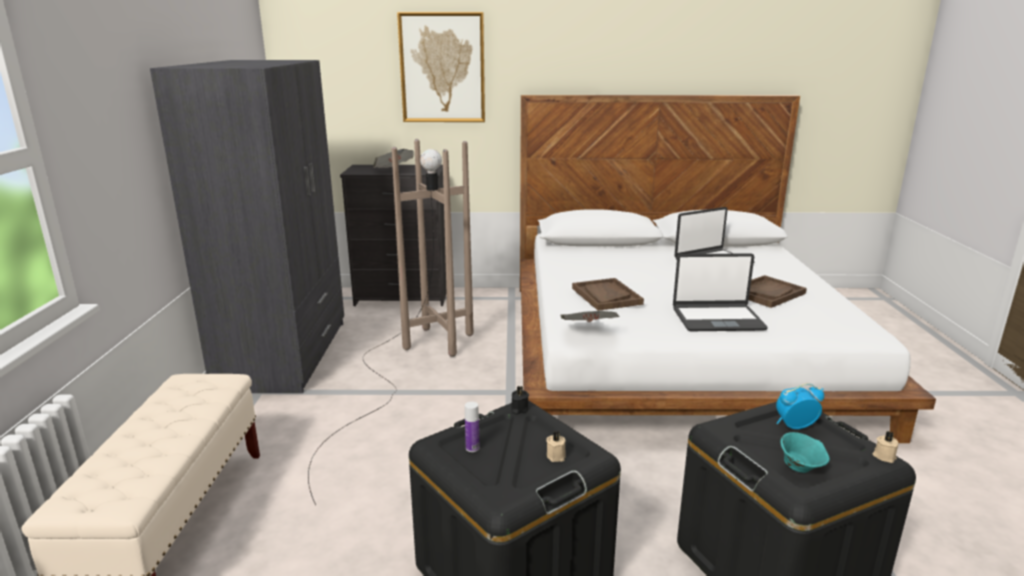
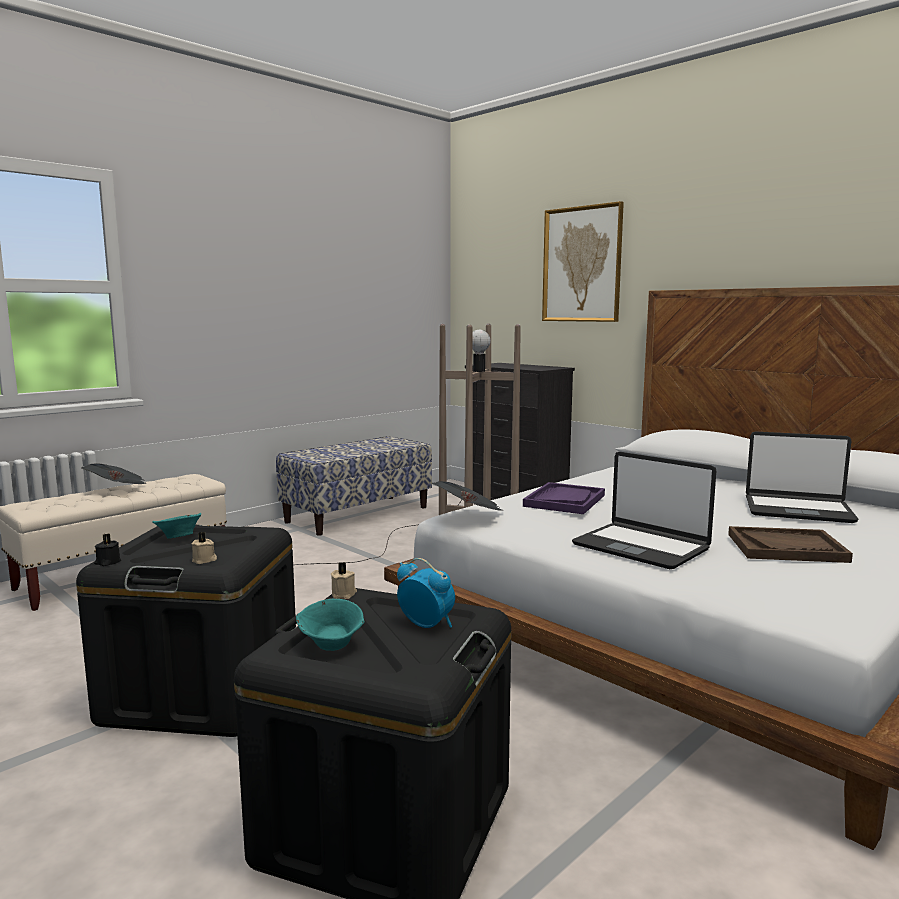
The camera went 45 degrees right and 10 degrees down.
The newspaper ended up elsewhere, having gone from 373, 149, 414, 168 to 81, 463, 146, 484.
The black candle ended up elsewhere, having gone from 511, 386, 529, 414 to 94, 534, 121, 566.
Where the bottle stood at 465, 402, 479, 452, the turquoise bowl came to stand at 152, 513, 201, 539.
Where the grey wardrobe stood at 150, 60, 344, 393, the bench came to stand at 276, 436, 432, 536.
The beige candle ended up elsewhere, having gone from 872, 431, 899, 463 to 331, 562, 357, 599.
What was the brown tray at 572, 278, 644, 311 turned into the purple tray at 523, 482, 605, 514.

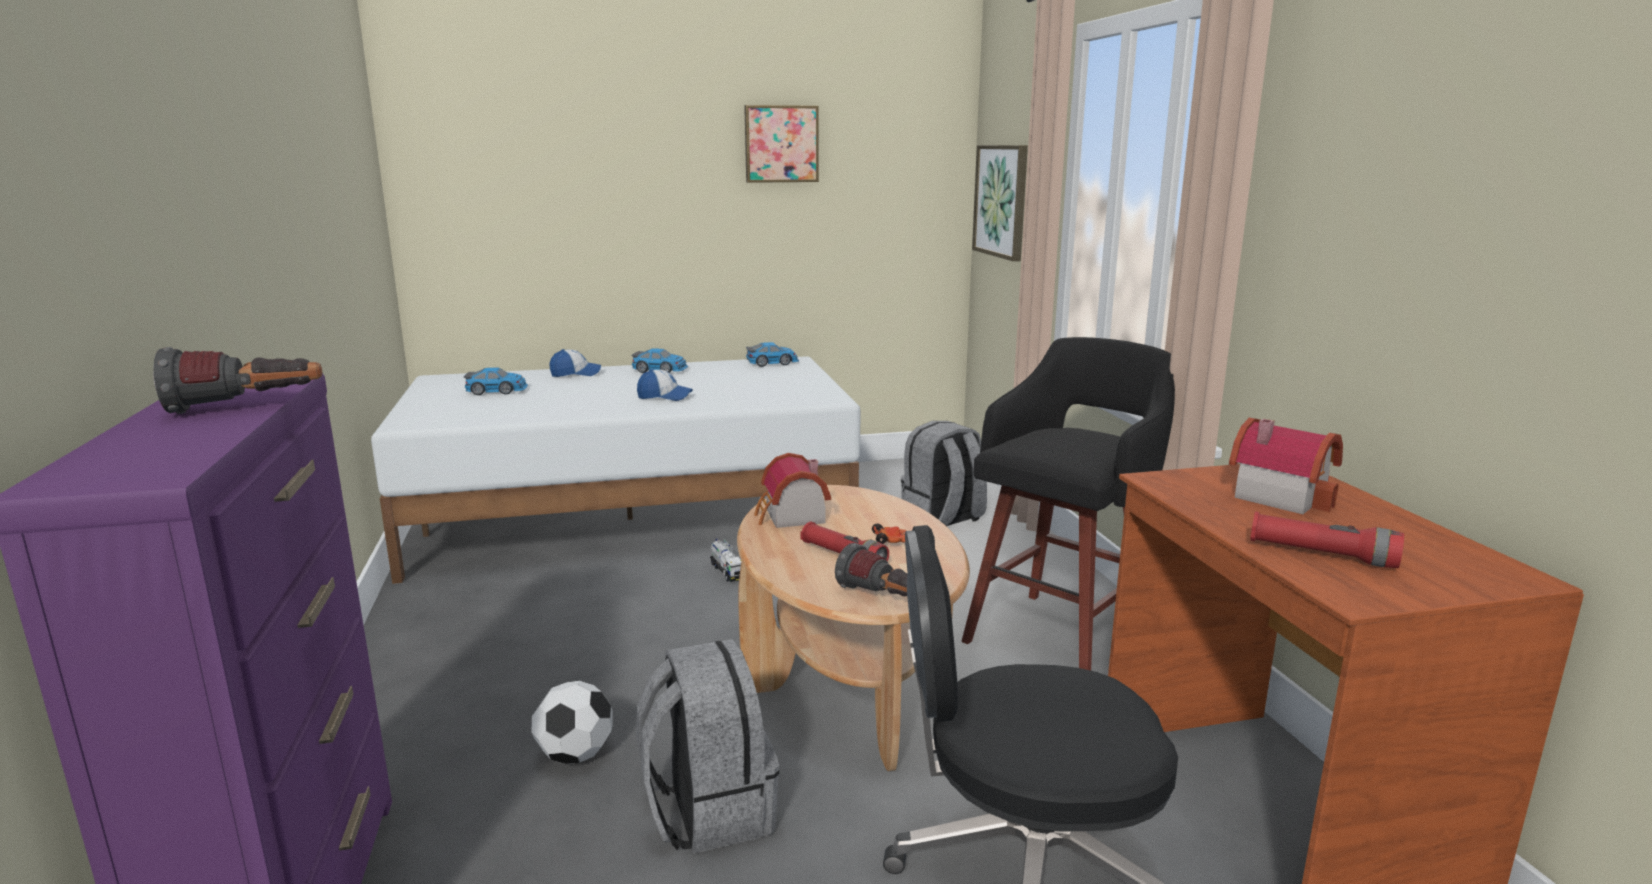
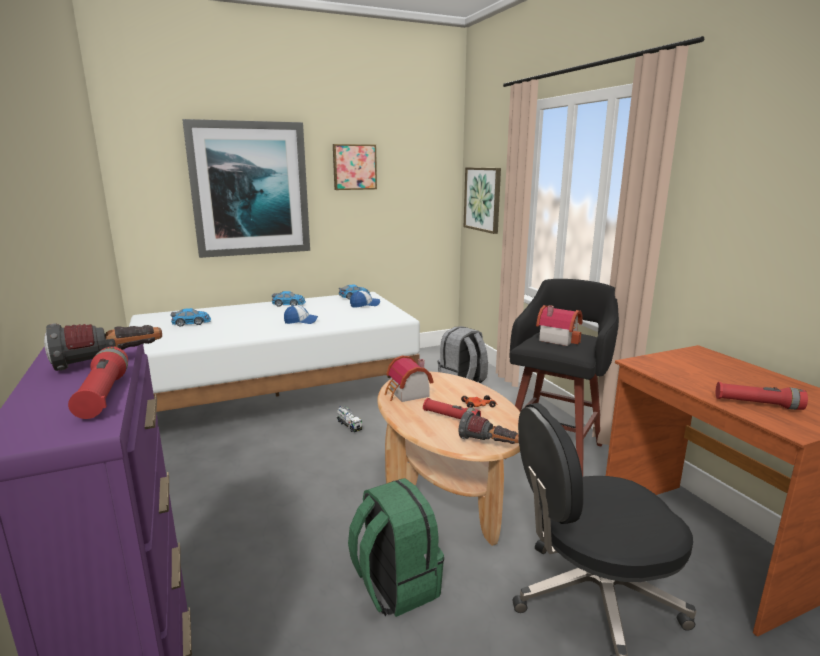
The camera went 10 degrees left and 0 degrees up.
The second view gained the red flashlight at 68, 347, 128, 419.
The second view gained the picture at 182, 119, 310, 258.
What was the grey backpack at 636, 639, 779, 854 turned into the green backpack at 348, 478, 444, 617.
The cap ended up elsewhere, having gone from 550, 349, 601, 377 to 350, 291, 380, 308.
The toy house ended up elsewhere, having gone from 1229, 418, 1343, 515 to 536, 305, 582, 346.
The second view lost the football at 532, 681, 613, 764.

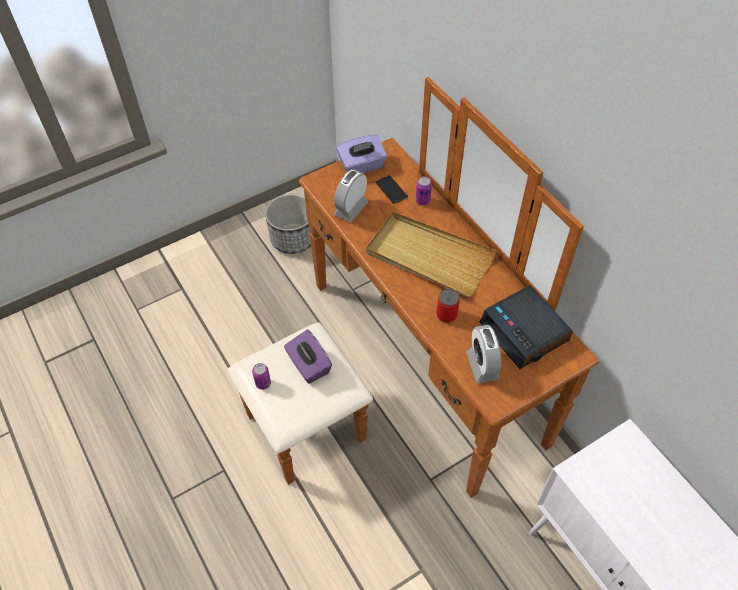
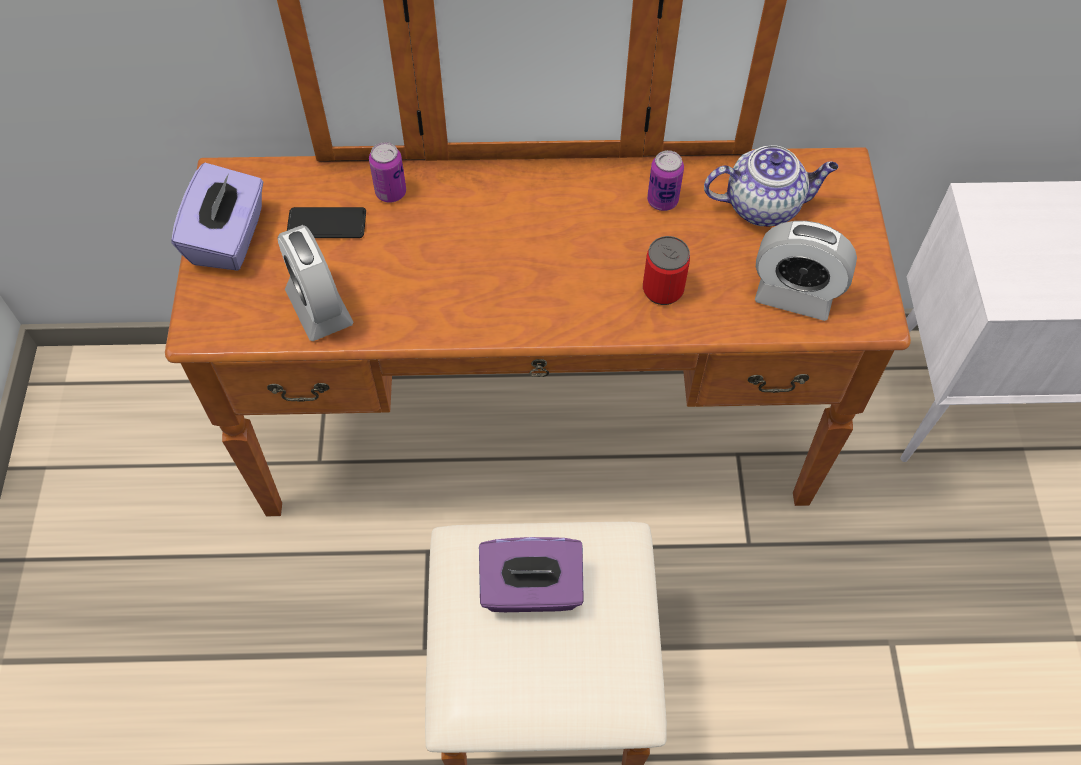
The camera went 60 degrees left and 5 degrees up.
The can ended up elsewhere, having gone from 252, 363, 271, 390 to 647, 150, 684, 211.
Where the alarm clock stood at 480, 285, 573, 369, the teapot came to stand at 704, 145, 838, 227.
The second view lost the planter at 265, 194, 311, 254.
The second view lost the beige tray at 366, 212, 497, 297.

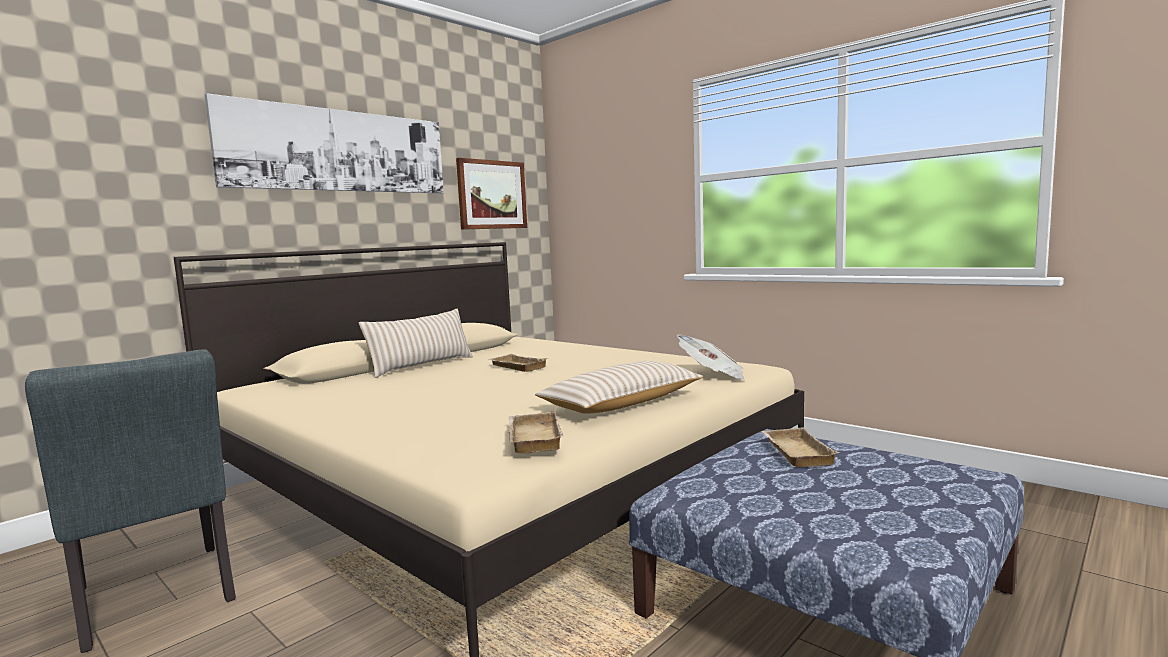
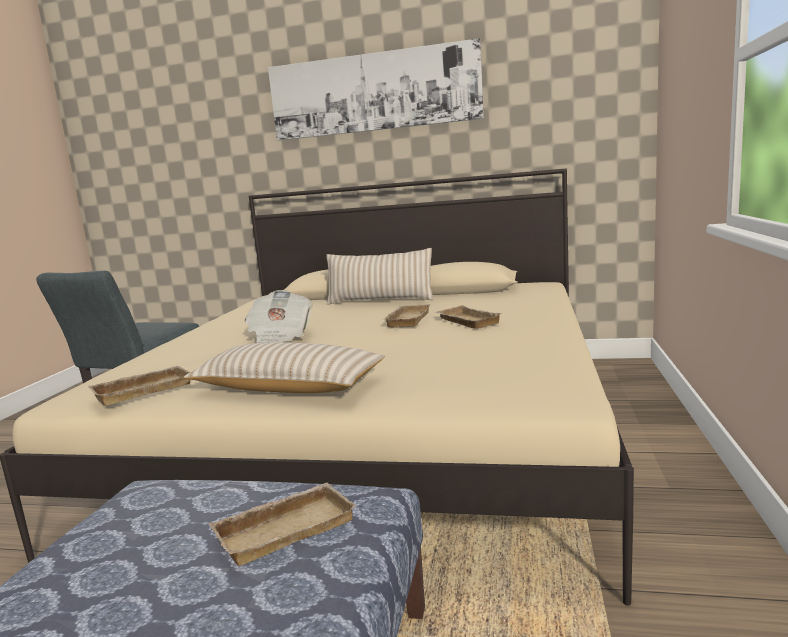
The camera went 60 degrees right and 5 degrees up.
The newspaper ended up elsewhere, having gone from 677, 334, 745, 380 to 244, 290, 313, 343.
The second view gained the beige tray at 435, 305, 502, 329.
The second view lost the picture at 456, 158, 527, 230.

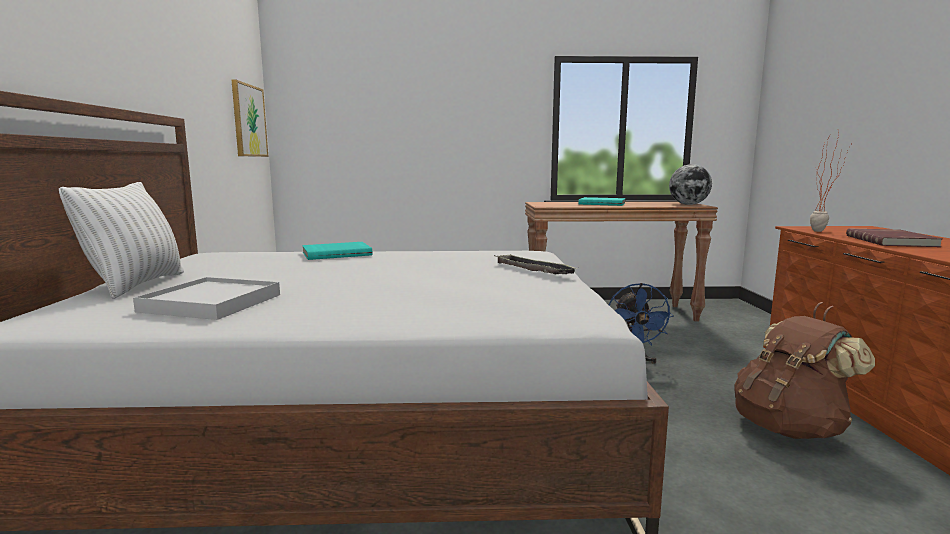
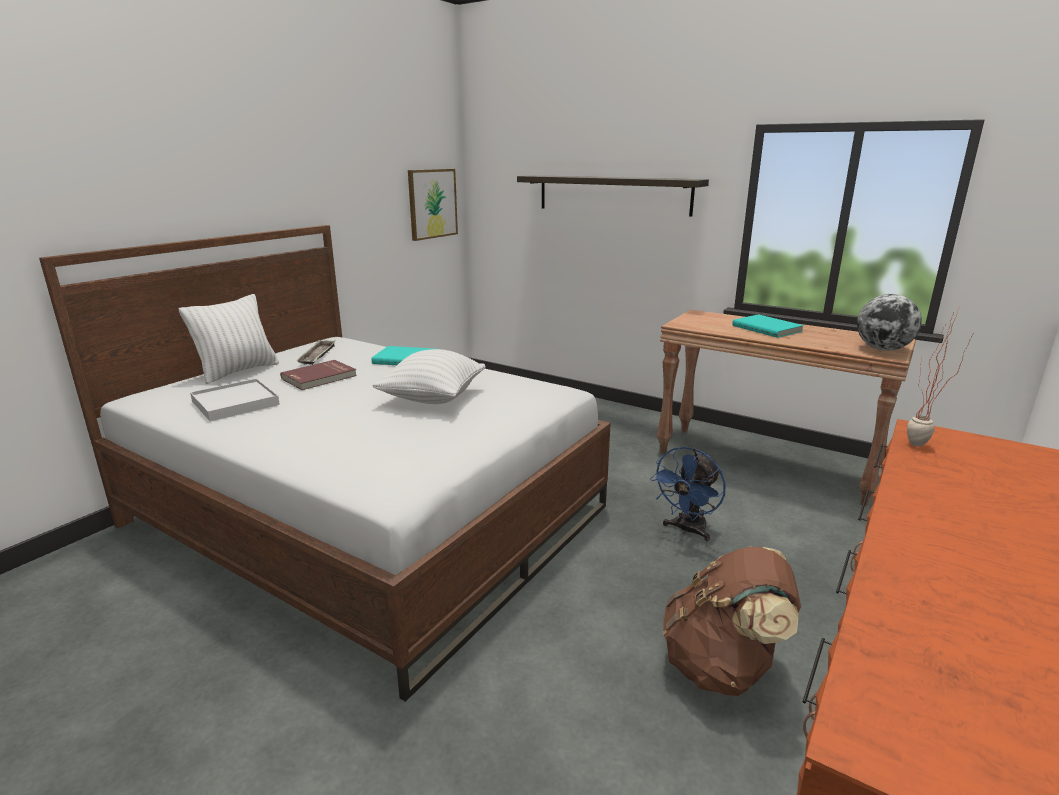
The camera went 35 degrees right and 10 degrees up.
The red book ended up elsewhere, having gone from 846, 229, 943, 247 to 280, 360, 357, 390.
The tray ended up elsewhere, having gone from 494, 254, 578, 274 to 297, 340, 336, 365.
The second view gained the white pillow at 372, 349, 486, 404.
The second view gained the shelf at 517, 175, 709, 217.

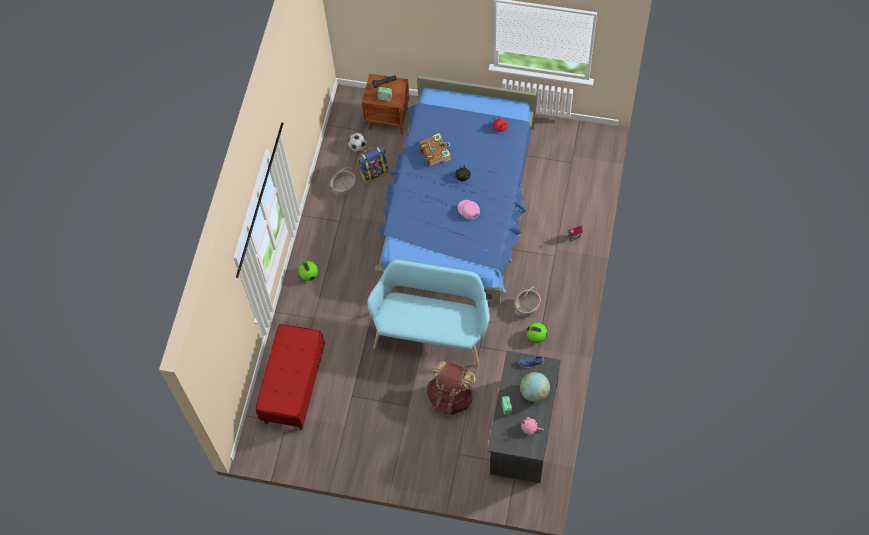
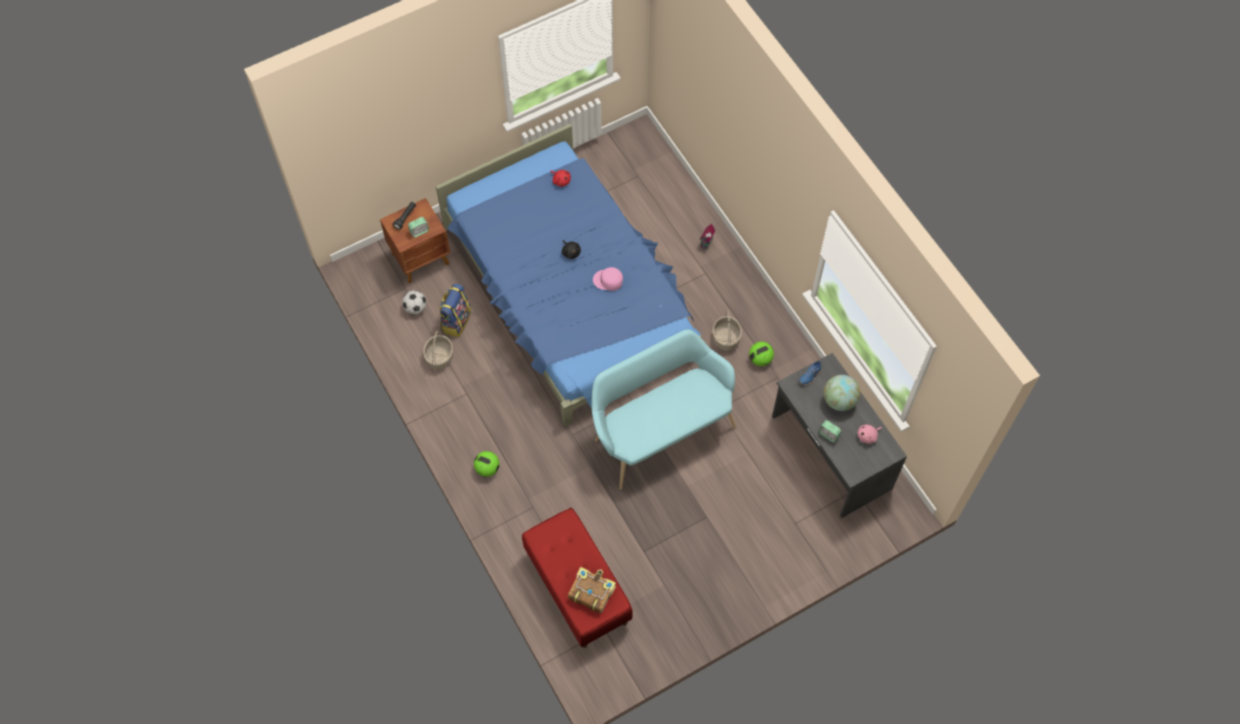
The camera went 45 degrees left and 0 degrees up.
The book ended up elsewhere, having gone from 419, 133, 451, 167 to 568, 567, 616, 613.
The second view lost the brown backpack at 427, 361, 476, 415.

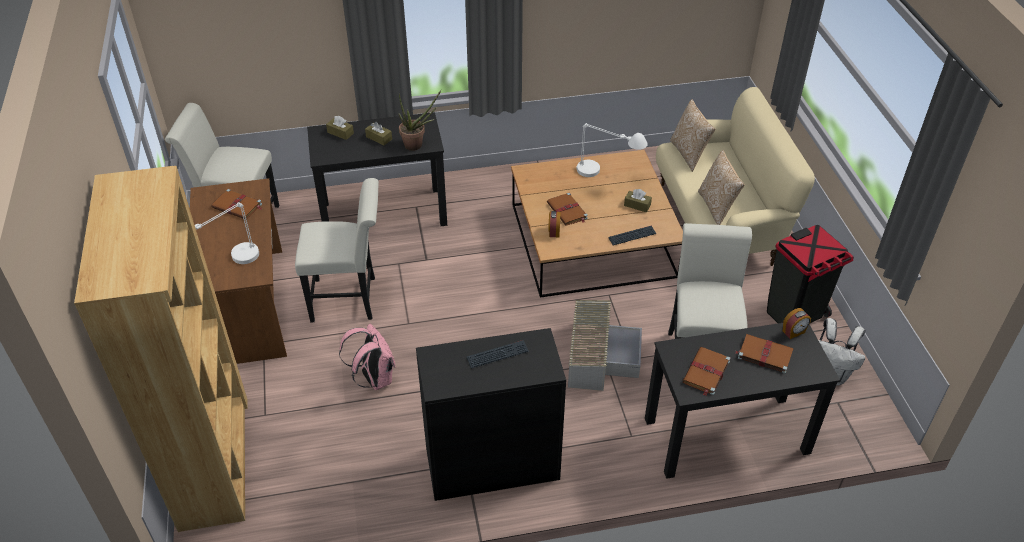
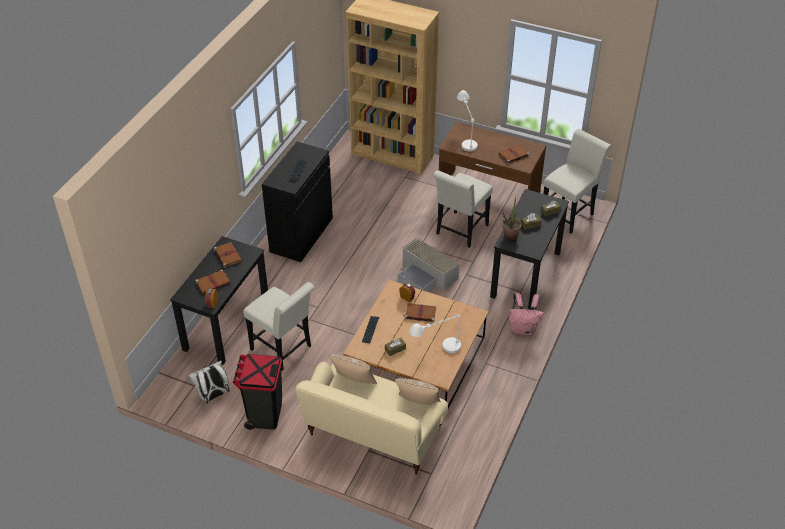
The camera went 125 degrees right and 0 degrees up.
The grey storage box ended up elsewhere, having gone from 568, 300, 642, 391 to 398, 238, 460, 292.
The pink backpack ended up elsewhere, having gone from 339, 324, 396, 390 to 509, 293, 544, 335.

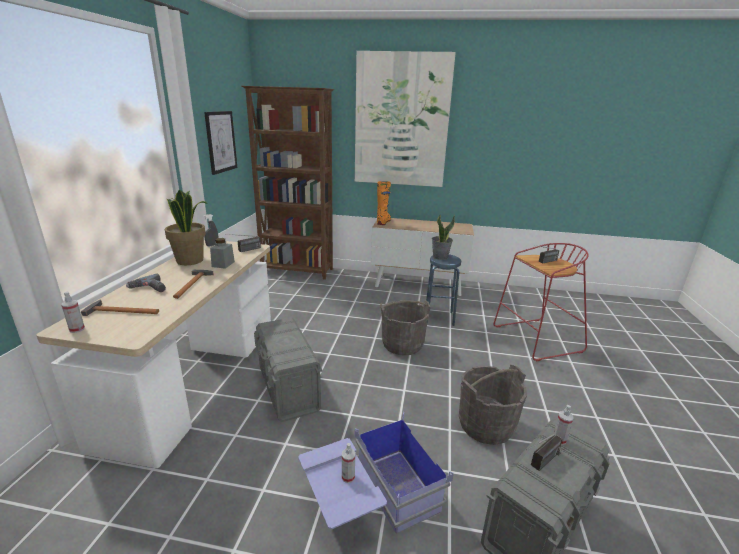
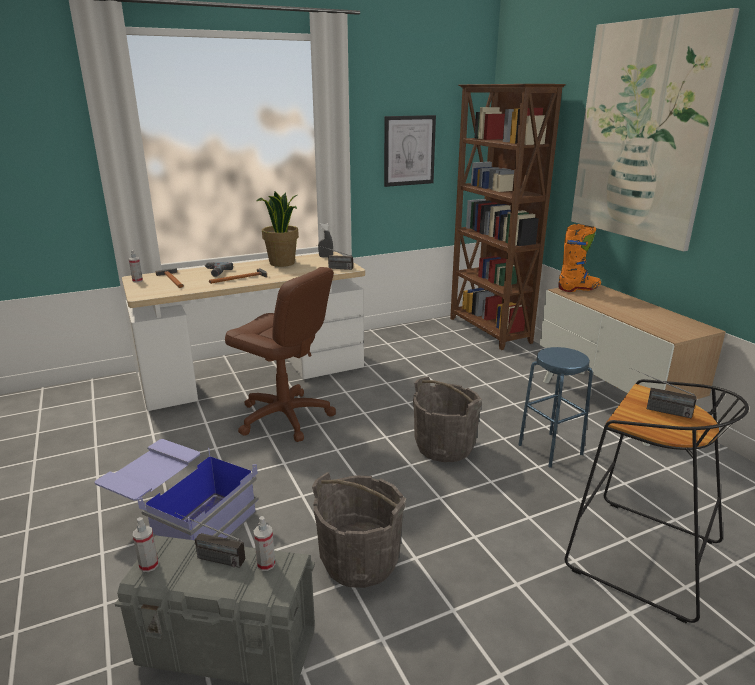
The camera went 55 degrees right and 0 degrees up.
The spray bottle ended up elsewhere, having gone from 342, 443, 355, 483 to 133, 517, 159, 572.
Where the grey storage box stood at 254, 317, 323, 422, the brown office chair came to stand at 225, 267, 336, 442.
What was the red stool at 493, 243, 589, 361 turned into the black stool at 565, 379, 749, 624.
The second view lost the grey jar at 210, 238, 235, 269.
The second view lost the potted plant at 432, 215, 455, 260.

